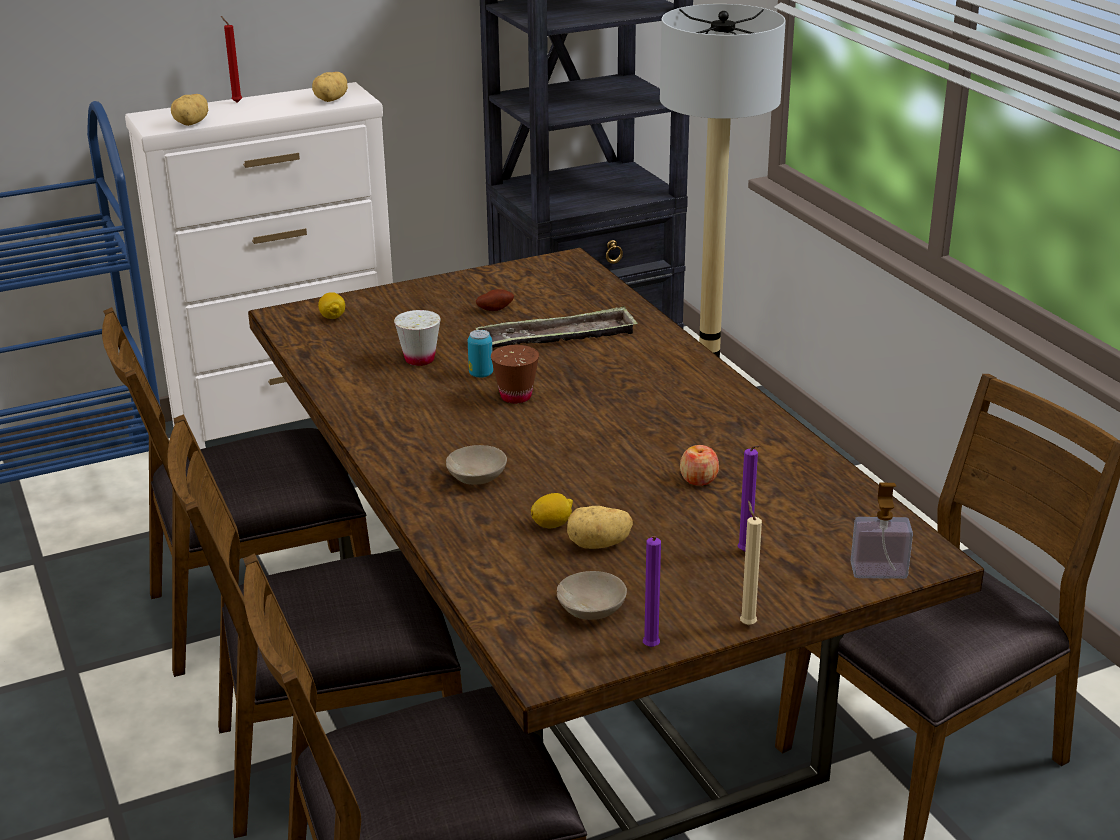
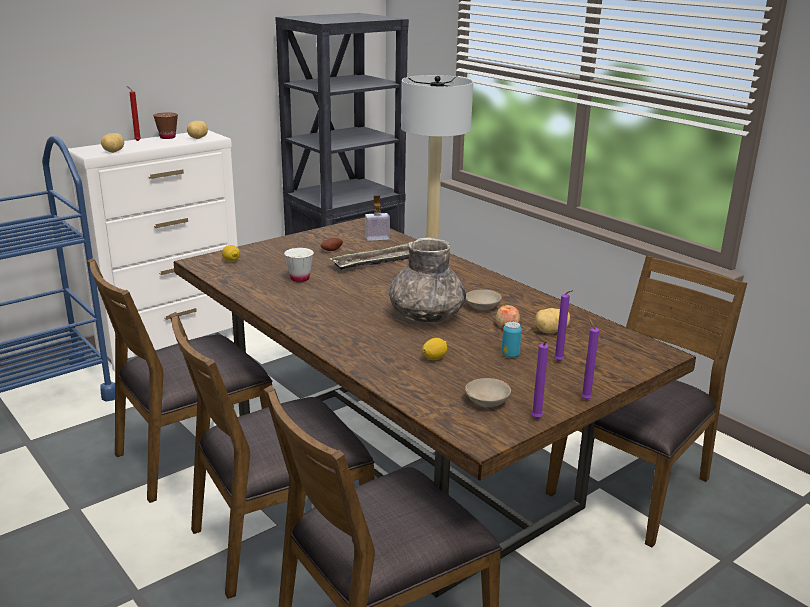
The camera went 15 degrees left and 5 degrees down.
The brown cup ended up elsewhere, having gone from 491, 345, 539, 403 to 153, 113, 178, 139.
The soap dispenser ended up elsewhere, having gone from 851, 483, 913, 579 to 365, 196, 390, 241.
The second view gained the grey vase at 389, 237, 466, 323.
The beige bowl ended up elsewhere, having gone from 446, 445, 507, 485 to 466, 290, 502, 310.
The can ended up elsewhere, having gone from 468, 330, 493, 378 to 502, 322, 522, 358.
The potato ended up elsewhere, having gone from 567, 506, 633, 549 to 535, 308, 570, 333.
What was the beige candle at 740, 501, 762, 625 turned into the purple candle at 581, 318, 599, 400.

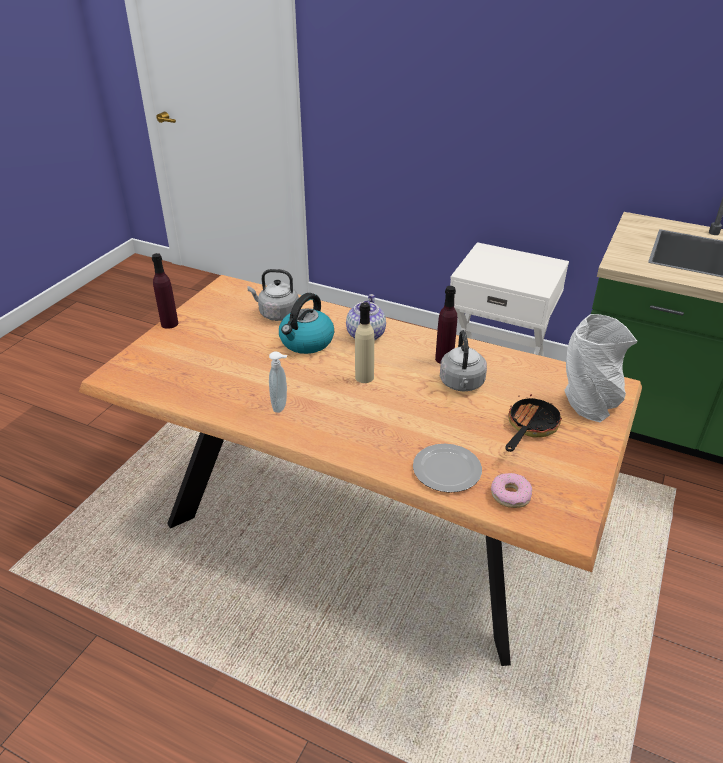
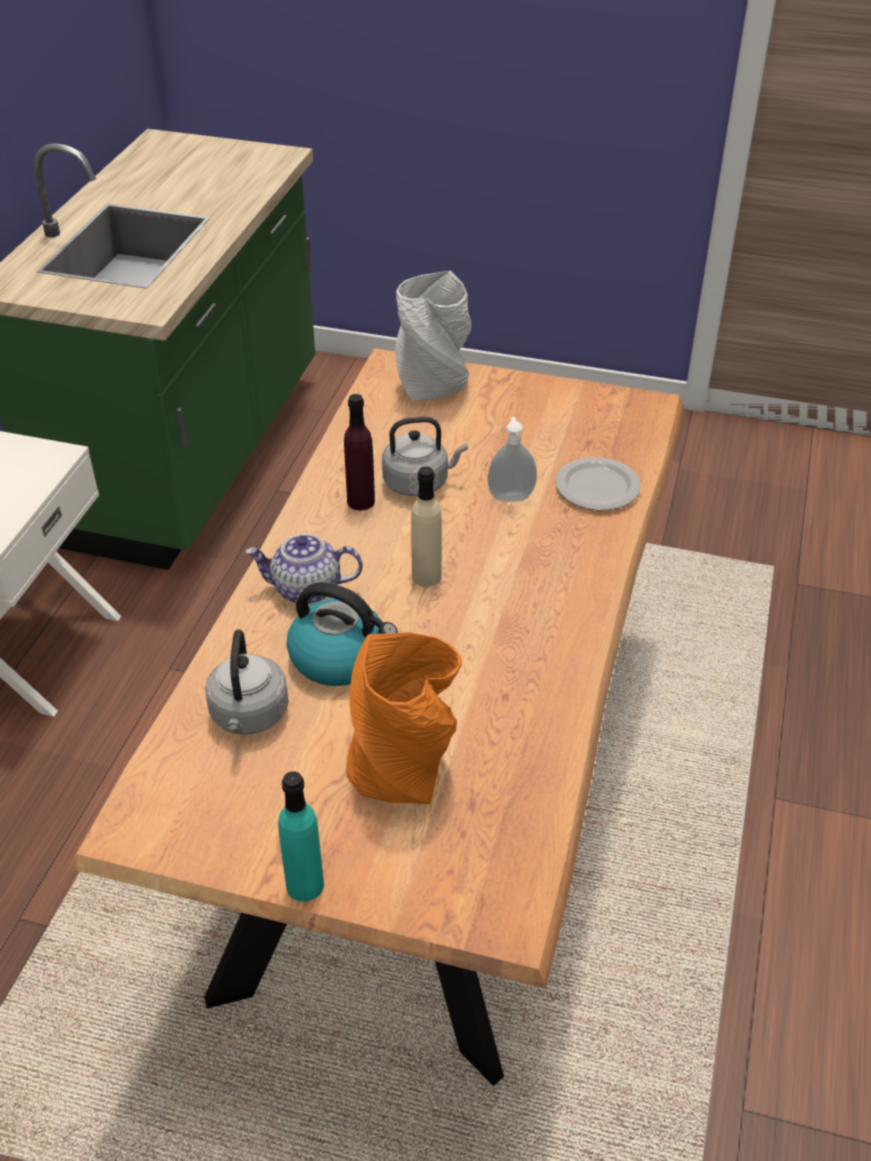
The camera went 100 degrees left and 5 degrees up.
What was the purple bottle at 152, 253, 178, 329 turned into the turquoise bottle at 278, 771, 324, 902.
The second view gained the orange vase at 346, 632, 462, 804.
The soap dispenser ended up elsewhere, having gone from 269, 351, 287, 413 to 488, 417, 537, 502.
The second view lost the donut at 491, 473, 532, 508.
The second view lost the frying pan at 505, 394, 562, 452.

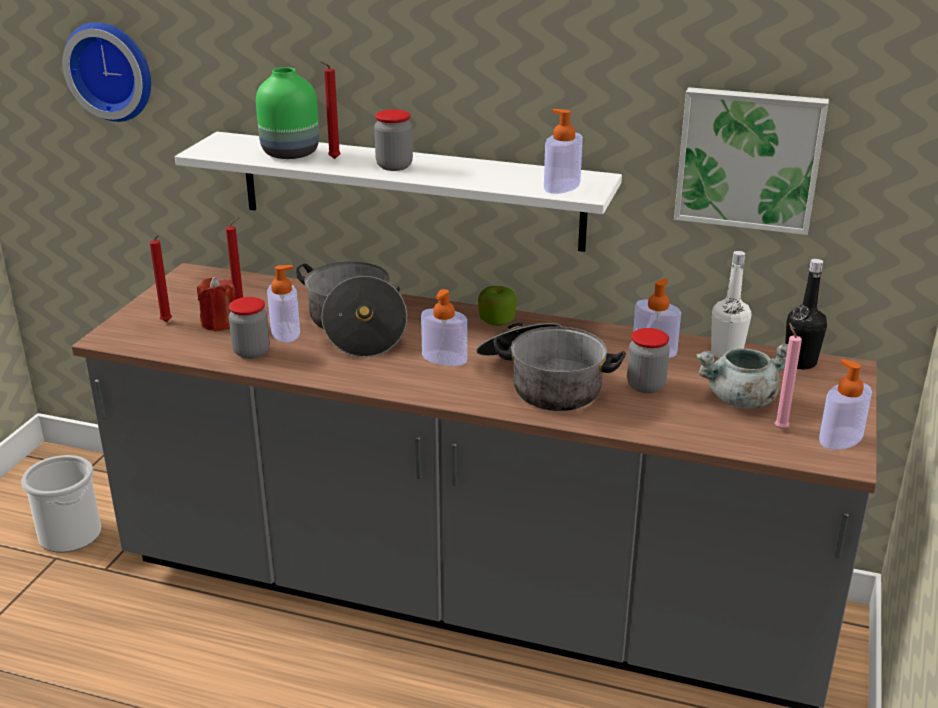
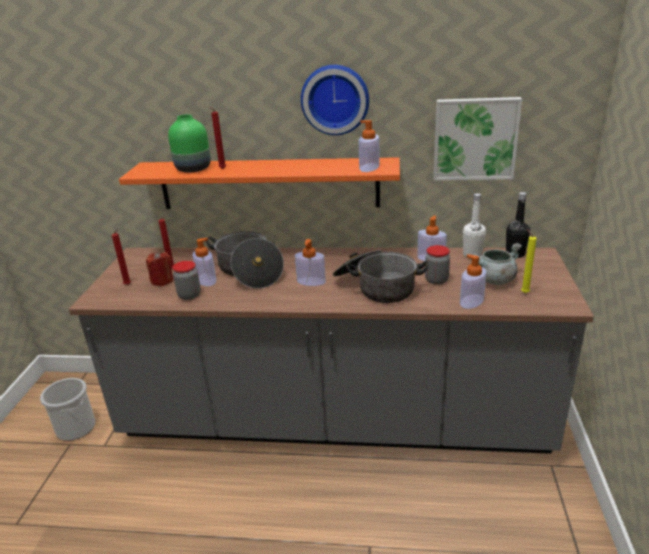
The camera went 10 degrees left and 0 degrees up.
What was the white shelf at 175, 132, 622, 252 turned into the orange shelf at 119, 157, 400, 209.
The wall clock ended up elsewhere, having gone from 62, 22, 151, 122 to 301, 65, 369, 135.
The soap dispenser ended up elsewhere, having gone from 819, 359, 872, 450 to 460, 254, 487, 309.
What was the pink candle at 775, 322, 802, 429 turned into the yellow candle at 521, 229, 537, 293.
The second view lost the jar at 374, 109, 413, 171.
The second view lost the apple at 478, 286, 517, 326.

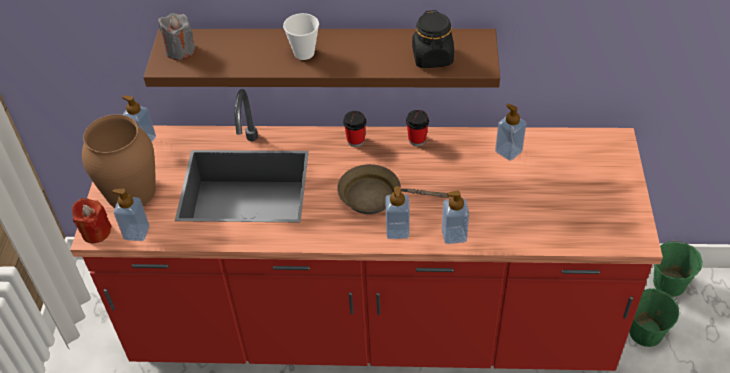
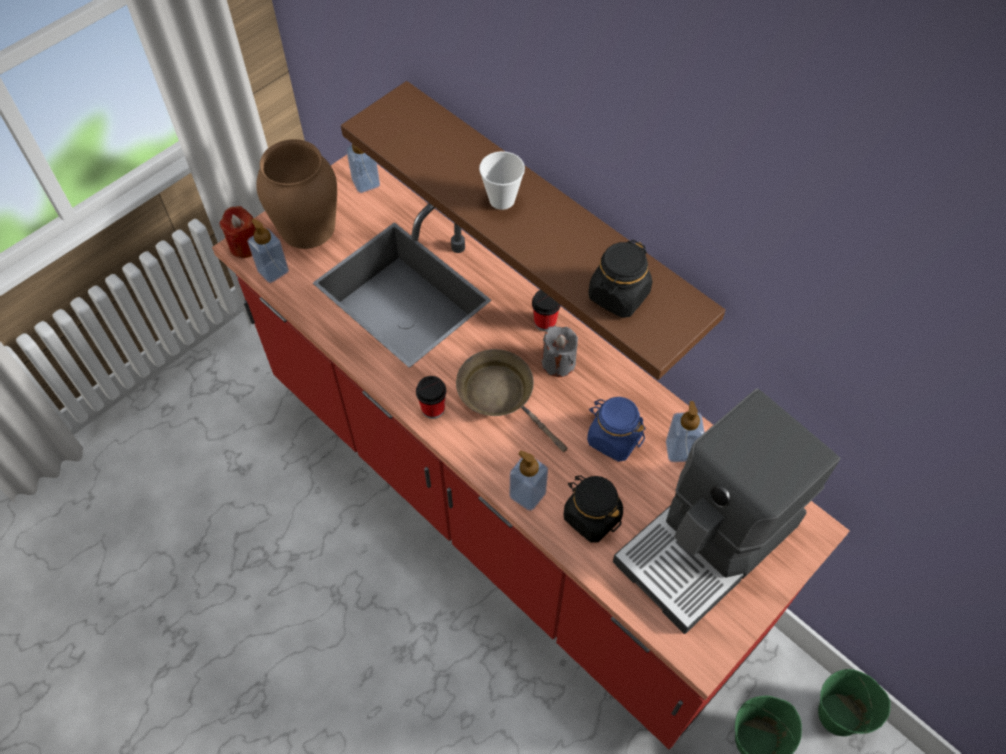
The camera went 40 degrees right and 10 degrees up.
The cup ended up elsewhere, having gone from 406, 110, 429, 146 to 416, 376, 447, 419.
The grey candle ended up elsewhere, having gone from 158, 13, 195, 60 to 542, 326, 578, 377.
The second view gained the black jar at 564, 475, 623, 543.
The second view gained the blue jar at 587, 397, 646, 462.
The second view gained the coffee machine at 613, 388, 840, 634.
The second view lost the soap dispenser at 385, 186, 410, 239.

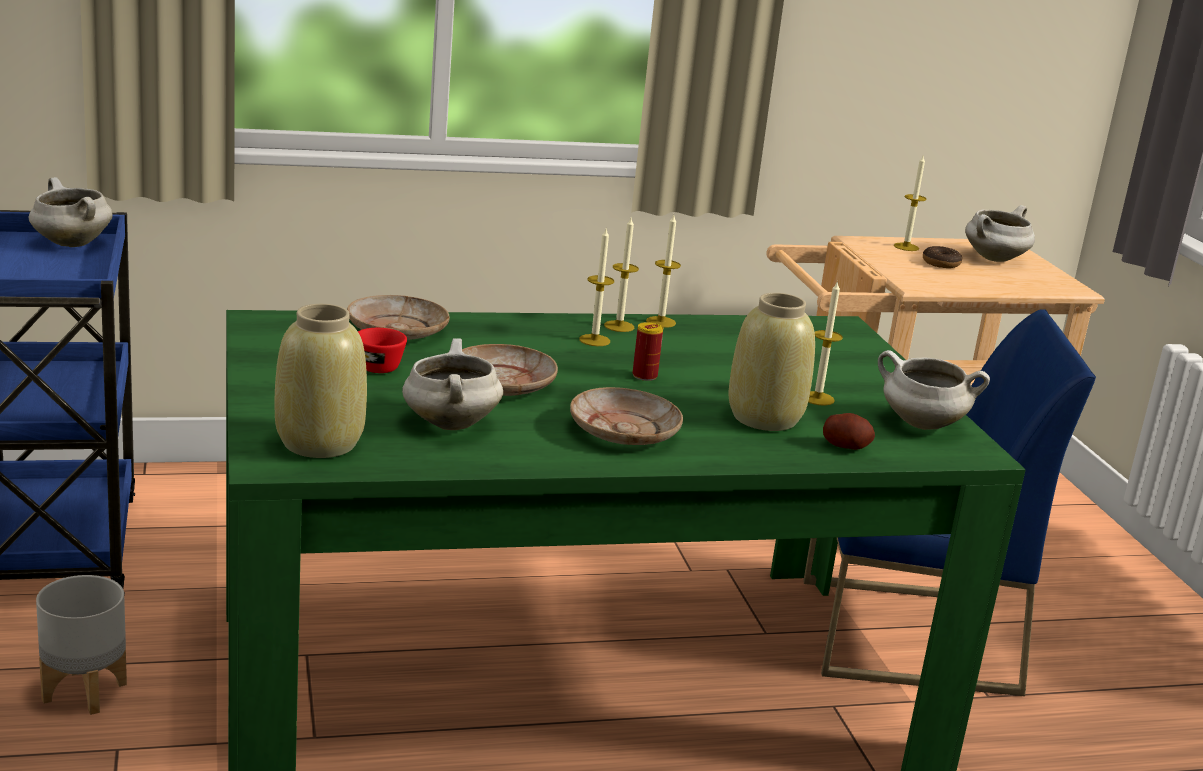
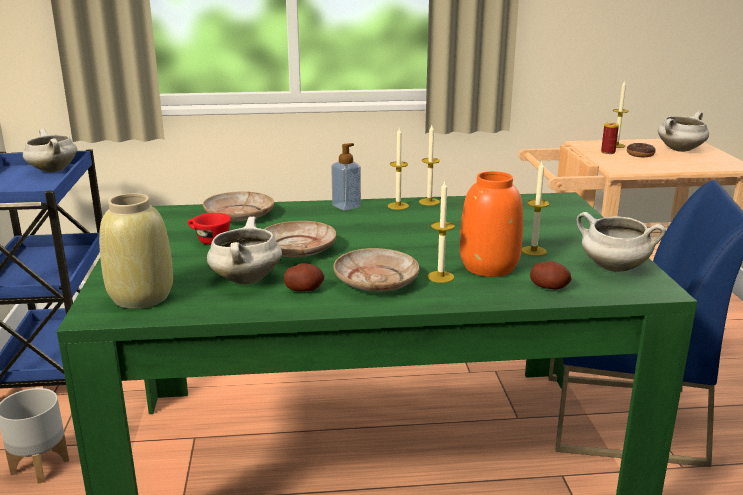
The camera went 10 degrees right and 0 degrees up.
The second view gained the potato at 284, 263, 325, 292.
The second view gained the soap dispenser at 331, 143, 361, 211.
The candle ended up elsewhere, having gone from 579, 227, 614, 346 to 427, 180, 455, 283.
What was the beige vase at 728, 293, 815, 431 turned into the orange vase at 460, 171, 523, 277.
The can ended up elsewhere, having gone from 633, 322, 663, 381 to 601, 123, 619, 154.

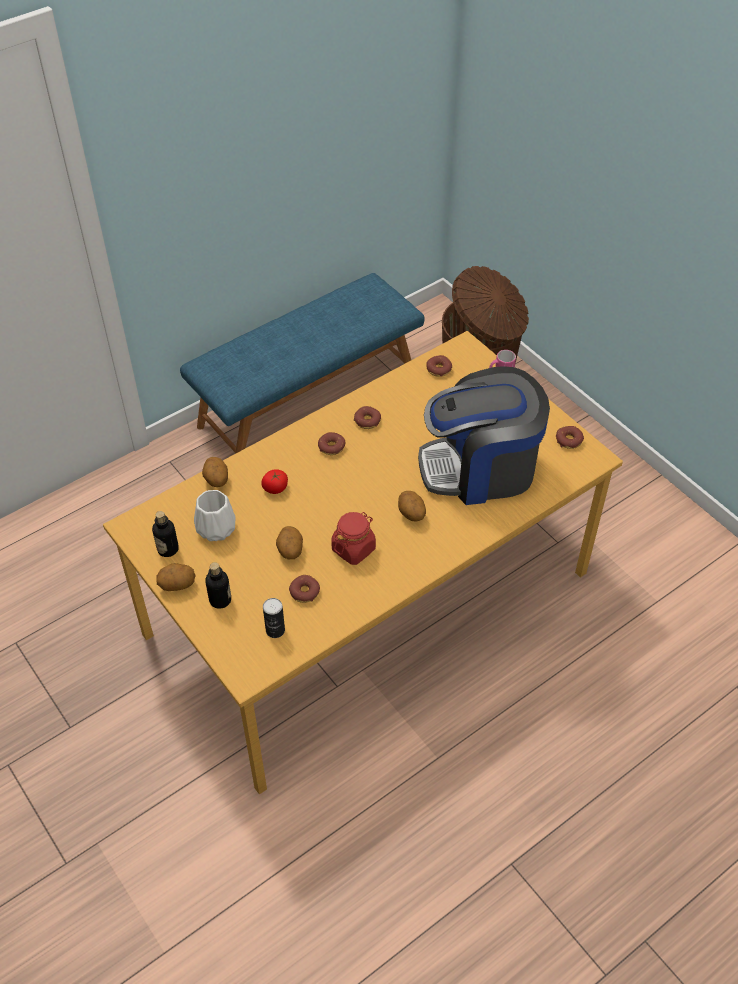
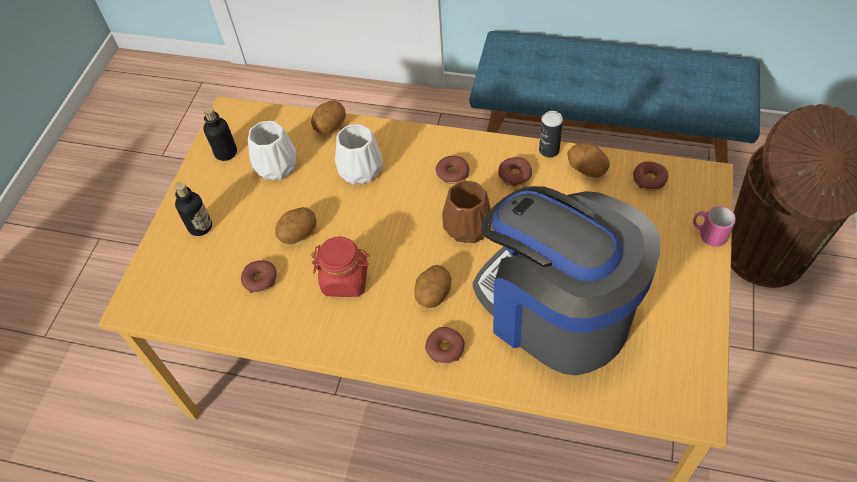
The camera went 55 degrees right and 5 degrees up.
Where the tomato stood at 261, 469, 288, 494, the white vase came to stand at 335, 124, 383, 185.
The donut ended up elsewhere, having gone from 556, 426, 584, 449 to 425, 327, 465, 364.
The second view gained the brown vase at 442, 181, 491, 243.
The can ended up elsewhere, having gone from 263, 598, 285, 638 to 539, 111, 563, 158.
The potato ended up elsewhere, having gone from 156, 563, 196, 591 to 567, 143, 610, 178.

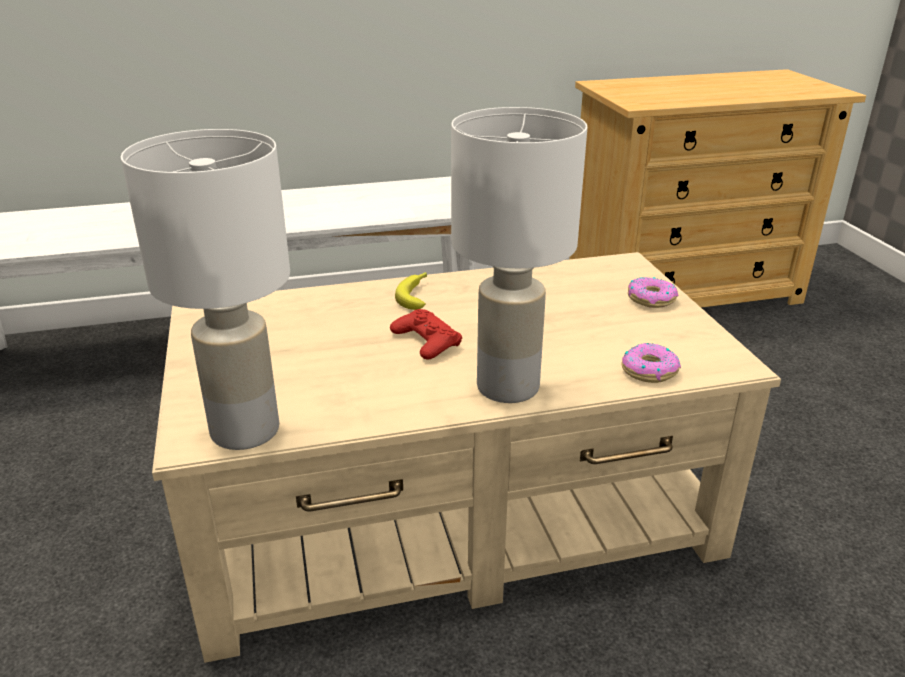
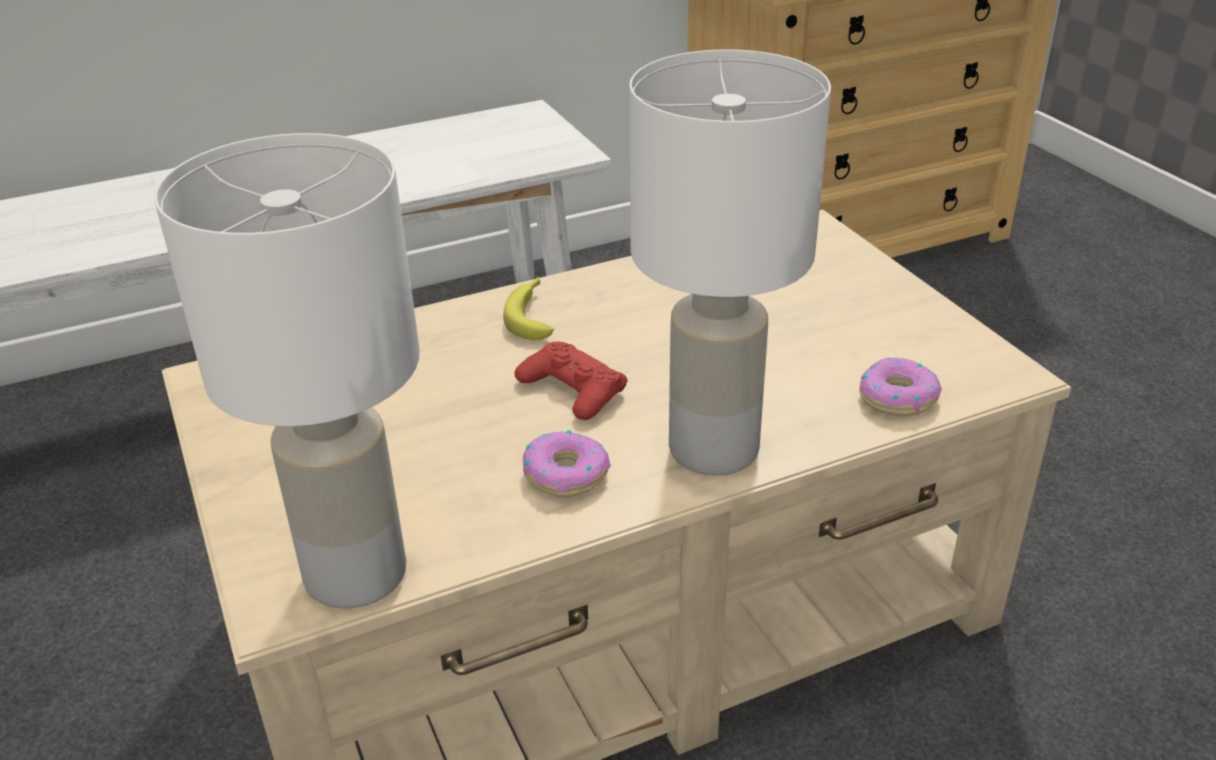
The camera went 10 degrees left and 5 degrees up.
The donut ended up elsewhere, having gone from 628, 277, 678, 308 to 523, 430, 611, 497.

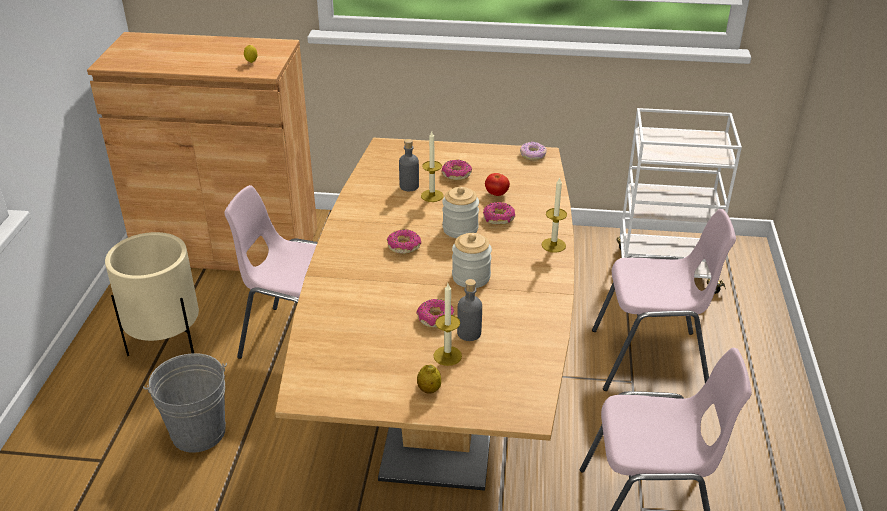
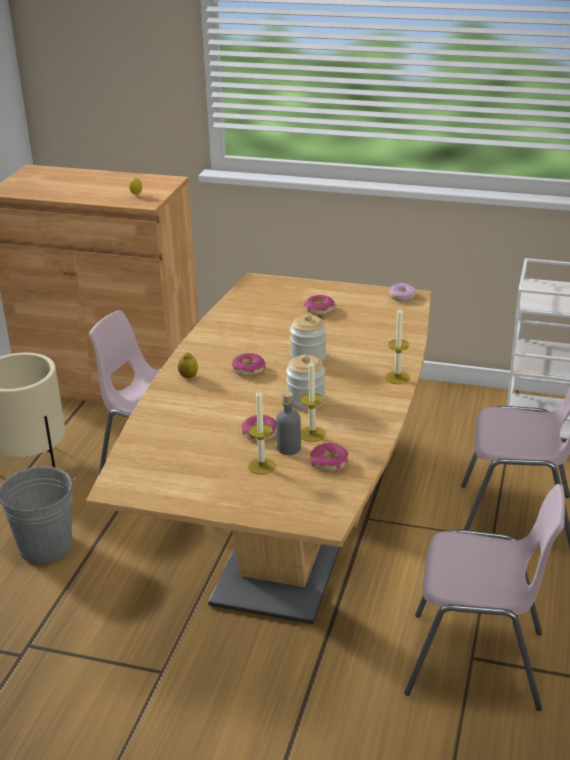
The camera went 10 degrees right and 5 degrees down.
The lemon ended up elsewhere, having gone from 417, 364, 441, 394 to 178, 353, 198, 378.
The candle ended up elsewhere, having gone from 421, 131, 444, 202 to 300, 358, 326, 442.
The donut ended up elsewhere, having gone from 483, 202, 515, 225 to 310, 443, 348, 472.
The second view lost the grey bottle at 399, 139, 419, 191.
The second view lost the tomato at 485, 173, 510, 196.

